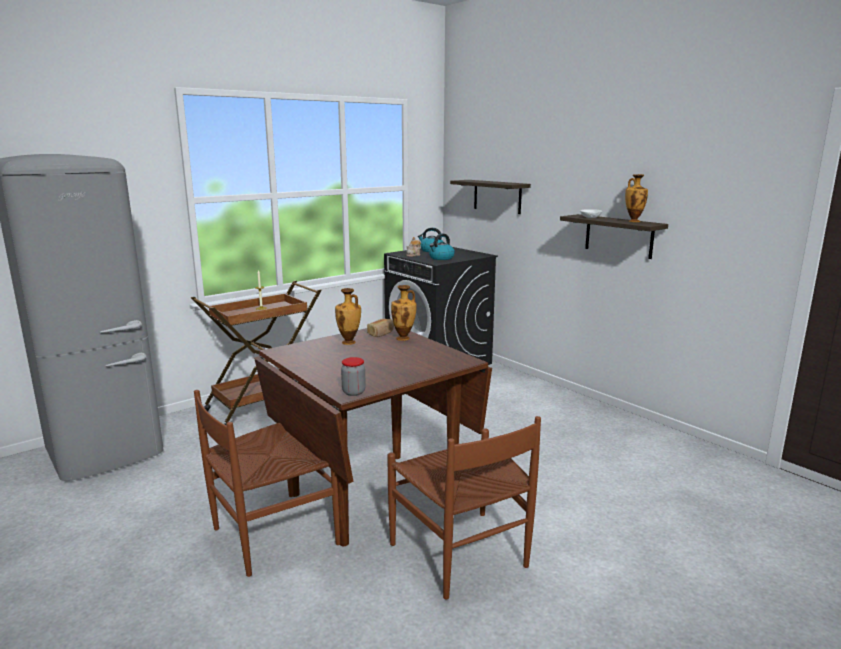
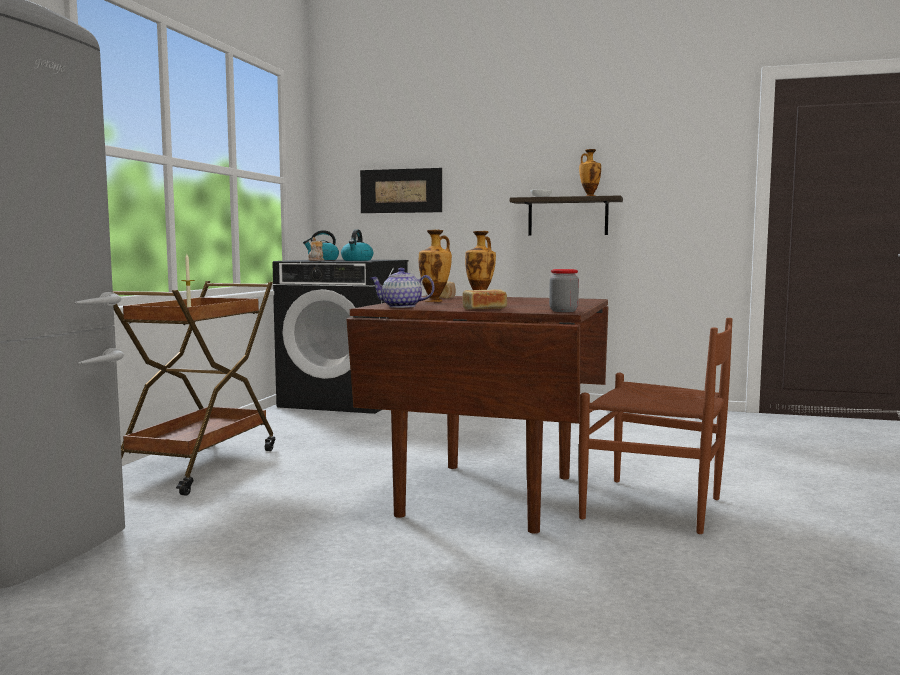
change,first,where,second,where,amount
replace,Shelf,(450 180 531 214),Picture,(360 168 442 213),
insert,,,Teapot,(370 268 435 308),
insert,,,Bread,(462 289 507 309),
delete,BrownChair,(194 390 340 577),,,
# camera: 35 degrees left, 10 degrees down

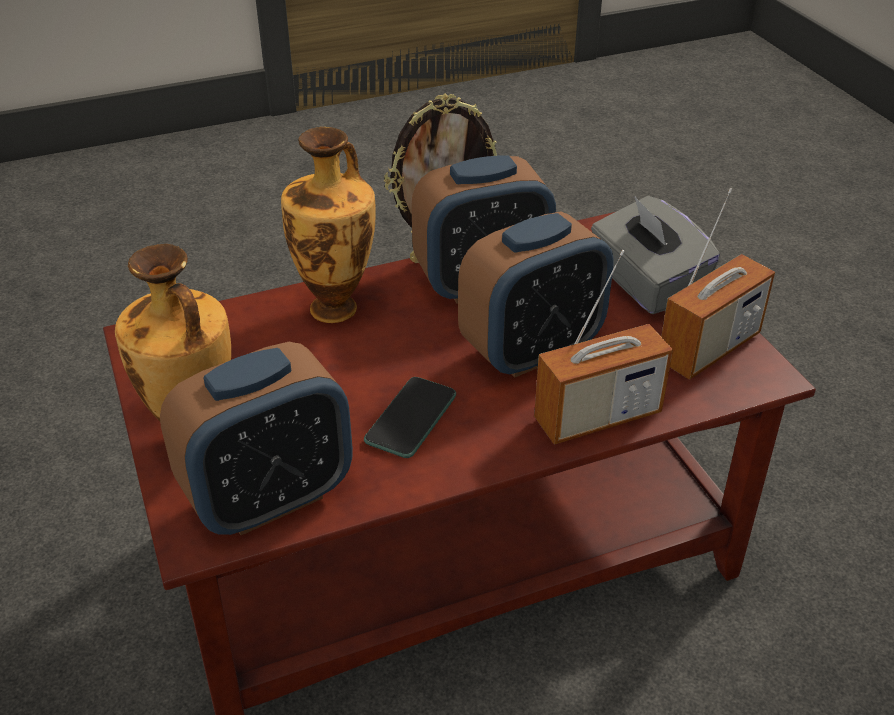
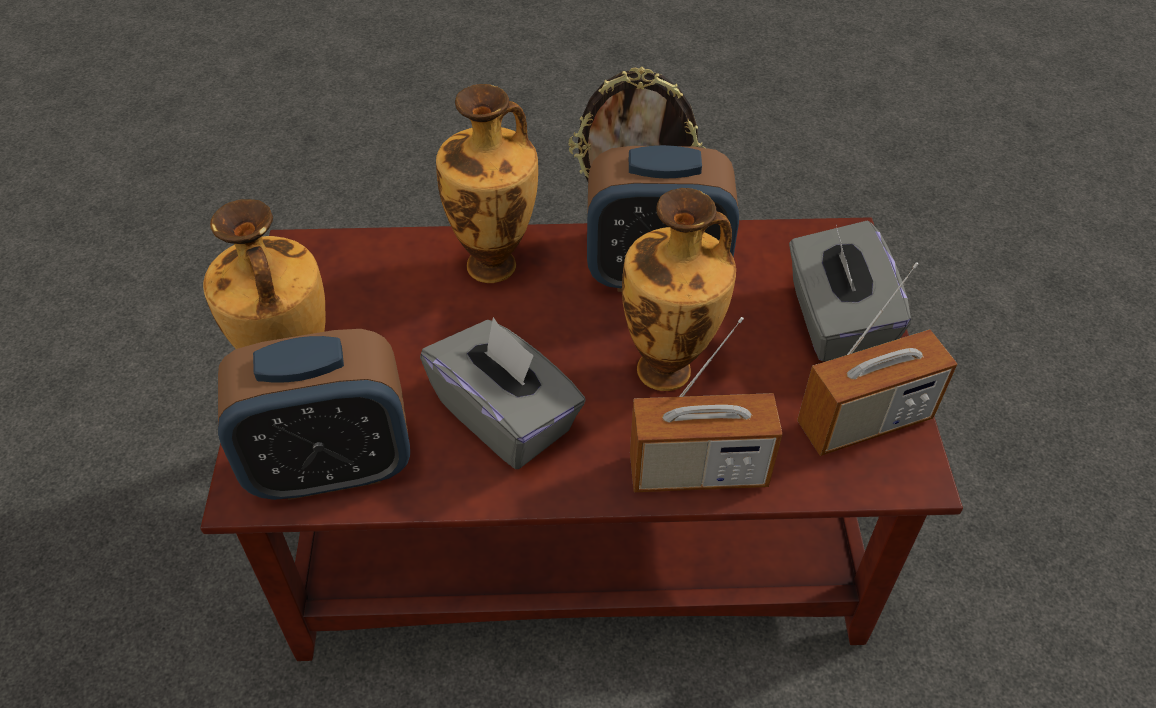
change,first,where,second,where,amount
replace,Phone,(364 377 456 458),GreyTissueBox,(420 317 586 469),
replace,AlarmClock,(458 211 614 377),Vase,(622 188 736 391),
# camera: 20 degrees right, 10 degrees up

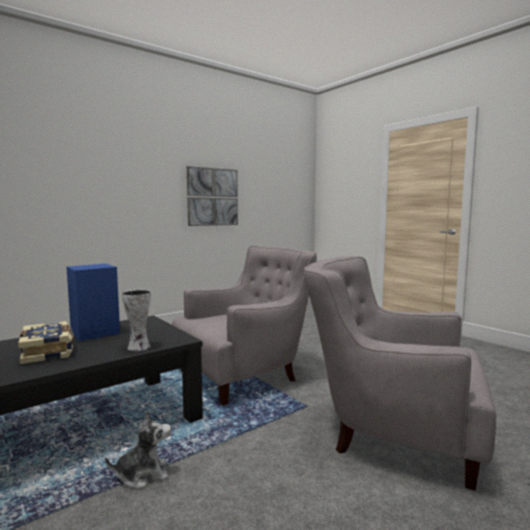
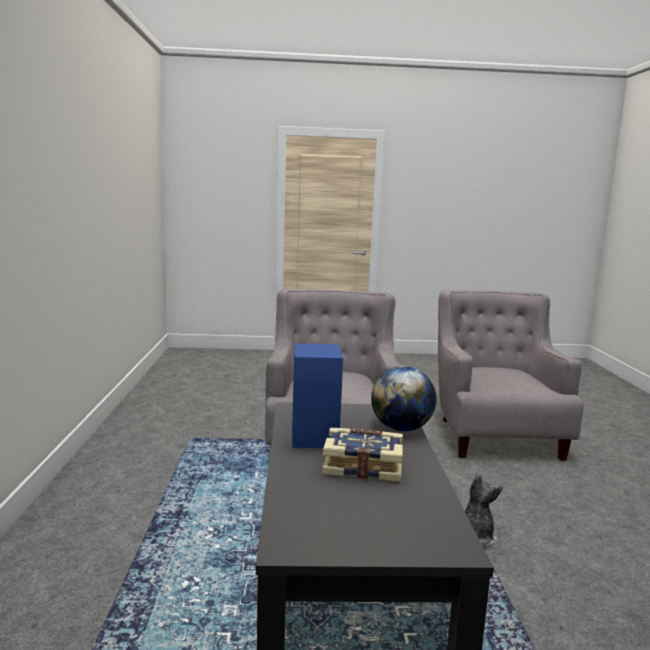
change,first,where,second,where,amount
replace,Vase,(122 290 151 351),Globe,(371 366 436 432),
rotate,GreyArmchair,(304 256 496 490),,(438 290 584 461),120 degrees clockwise
delete,Picture,(187 166 238 226),,,
# camera: 55 degrees left, 5 degrees up

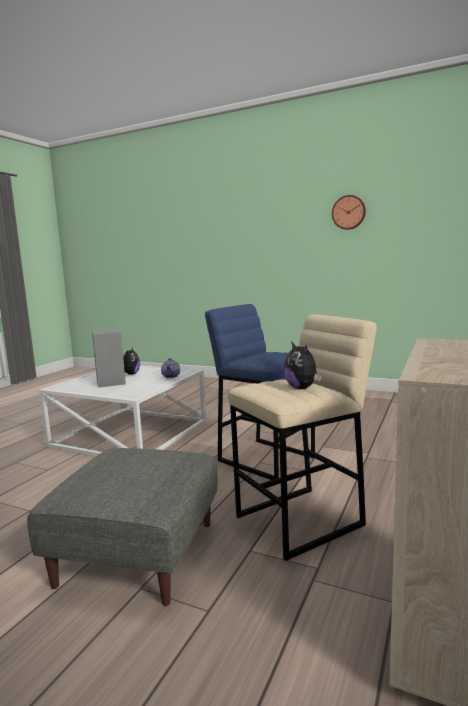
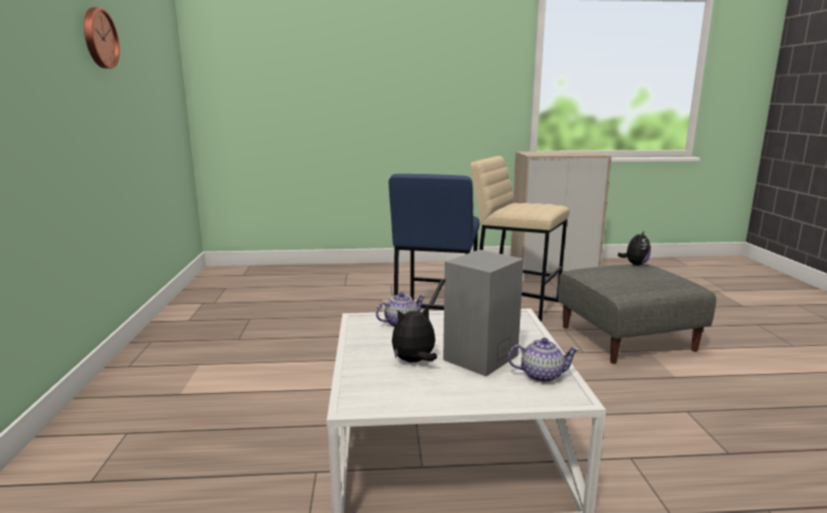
change,first,where,second,where,amount
insert,,,Teapot,(508 338 579 382),
move,PlushToy,(284 341 322 389),,(618 230 651 265),
# camera: 120 degrees left, 5 degrees up

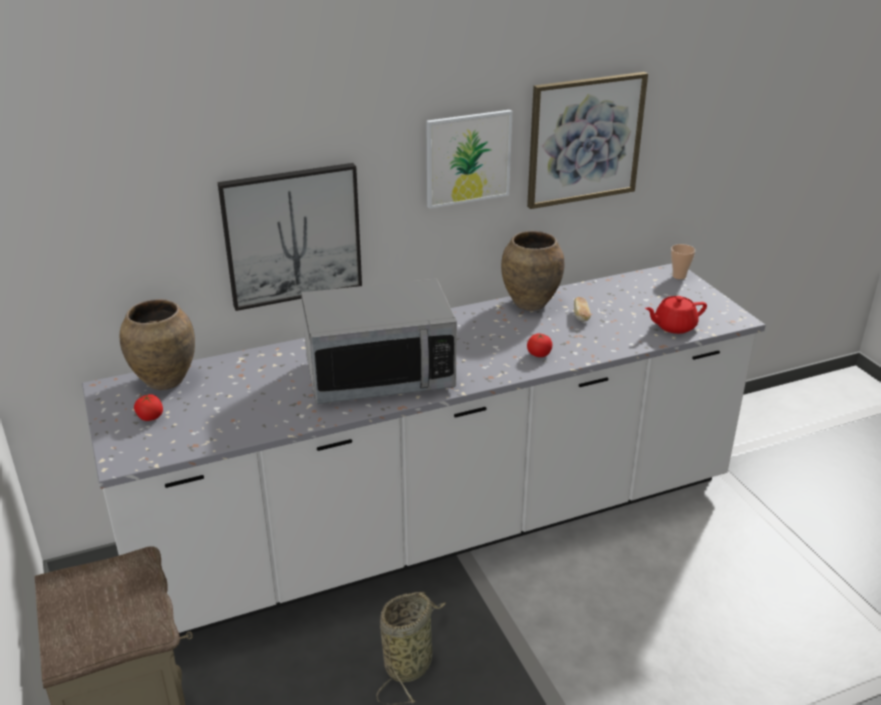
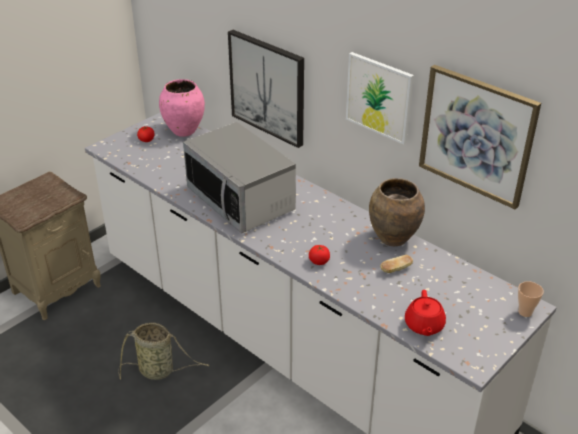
change,first,where,second,where,amount
recolor,BrownVase,(120 299 195 390),PinkVase,(159 79 205 137),
rotate,RedTeapot,(645 296 707 334),,(405 290 446 336),135 degrees counterclockwise
# camera: 65 degrees right, 5 degrees up

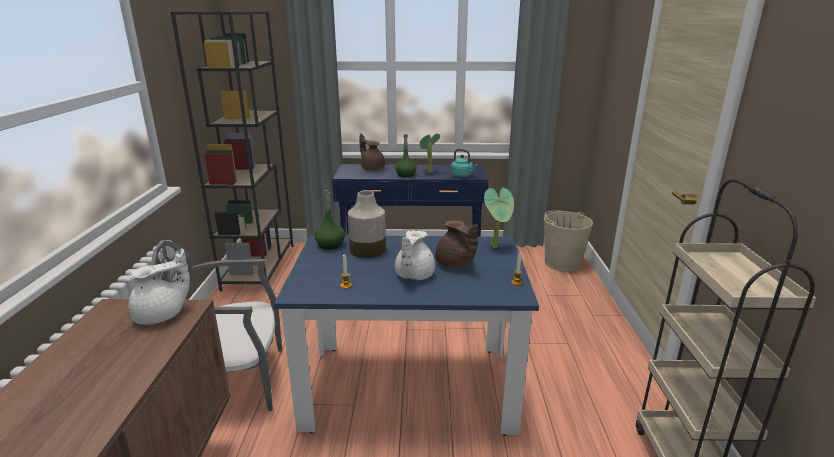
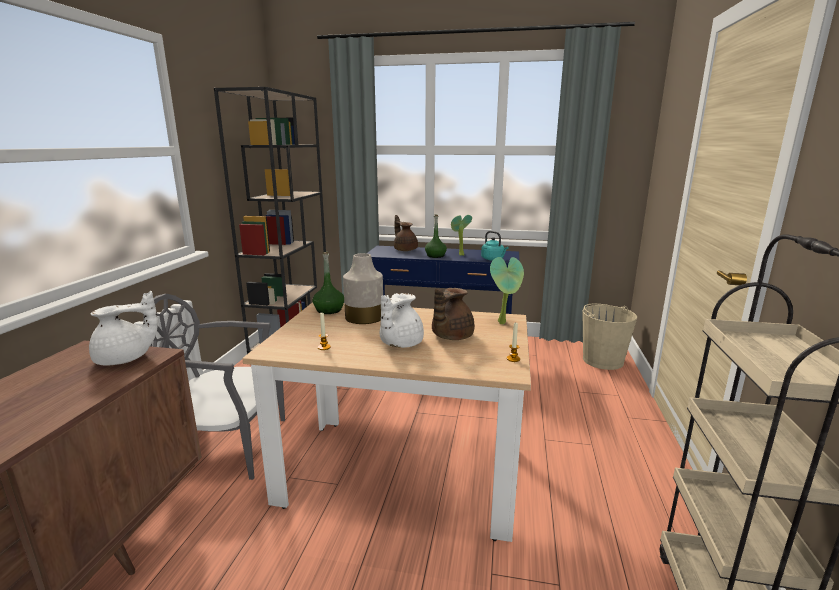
change,first,where,second,where,amount
recolor,BlueDiningTable,(274 235 539 436),BeigeDiningTable,(242 302 531 542),
rotate,BrownTeapot,(435 221 478 268),,(432 288 474 340),60 degrees clockwise
# camera: 10 degrees right, 5 degrees down

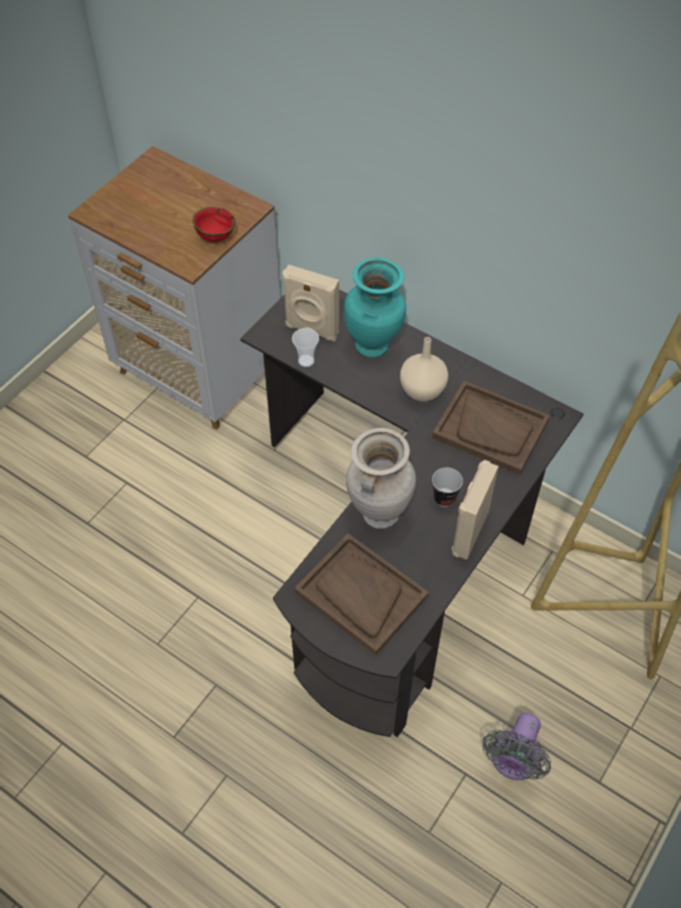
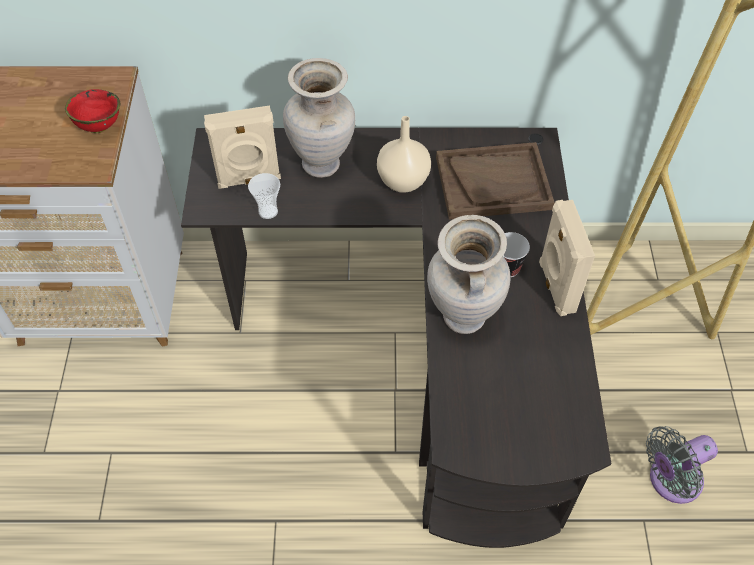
change,first,where,second,where,amount
recolor,TurquoiseVase,(344 258 406 358),BeigeVase,(283 58 355 178),
rotate,GreyFan,(482 713 551 780),,(646 426 718 504),75 degrees clockwise
delete,BrownTray,(294 534 429 655),,,
# camera: 35 degrees left, 0 degrees up

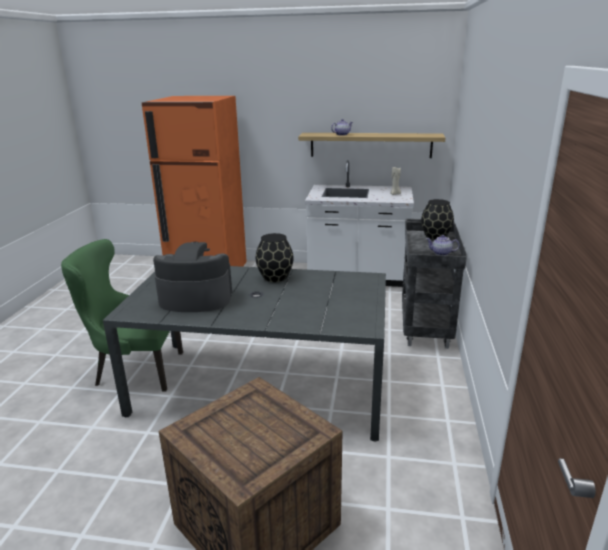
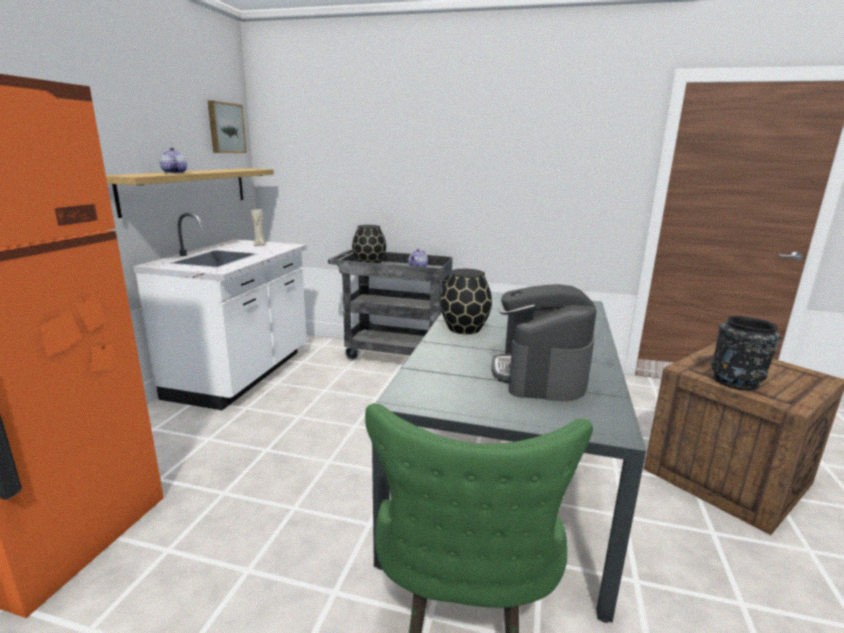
change,first,where,second,where,amount
insert,,,Picture,(208 101 247 153),
insert,,,BlackVase,(711 316 781 390),
# camera: 85 degrees left, 5 degrees down

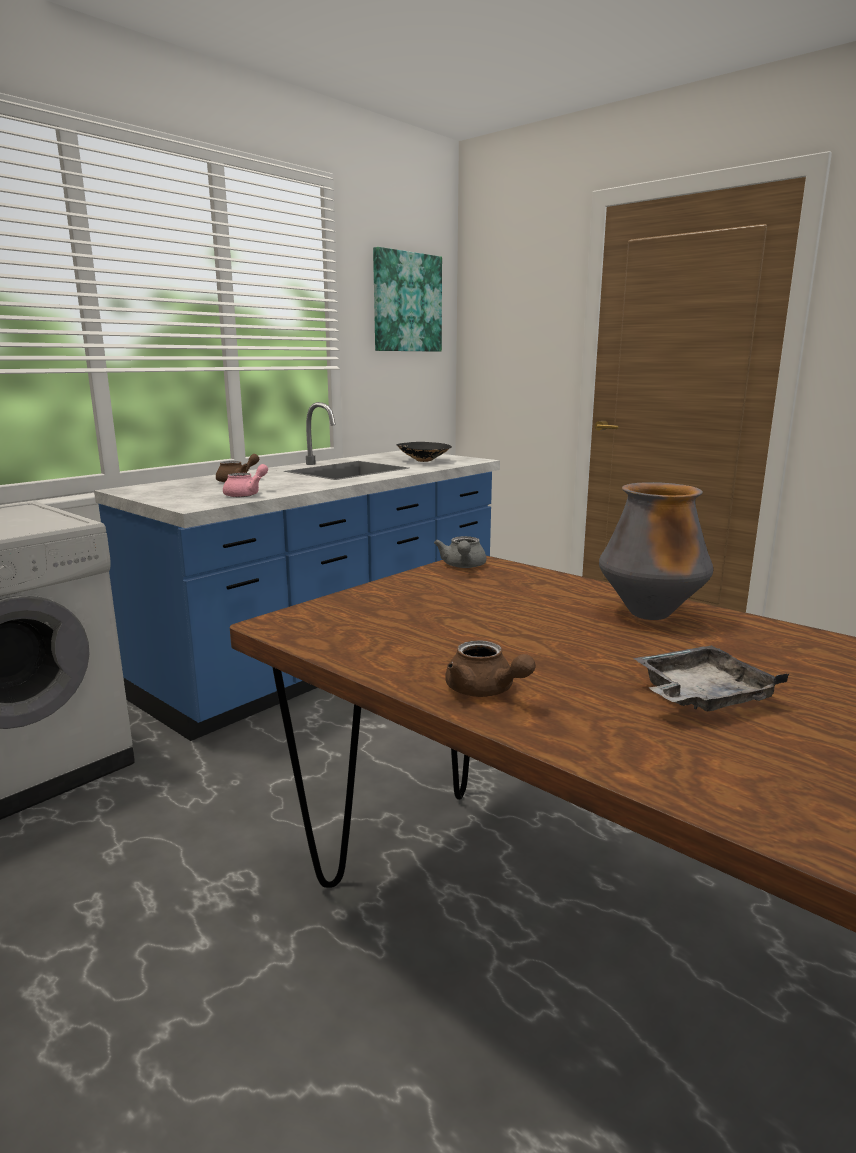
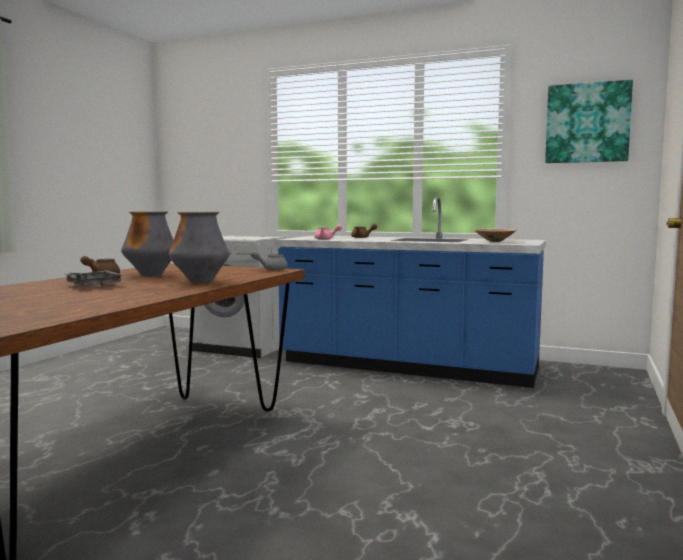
change,first,where,second,where,amount
insert,,,Vase,(121 211 174 277),
recolor,BlackBowl,(396 442 452 462),BeigeBowl,(474 228 517 242),
# camera: 70 degrees right, 10 degrees down

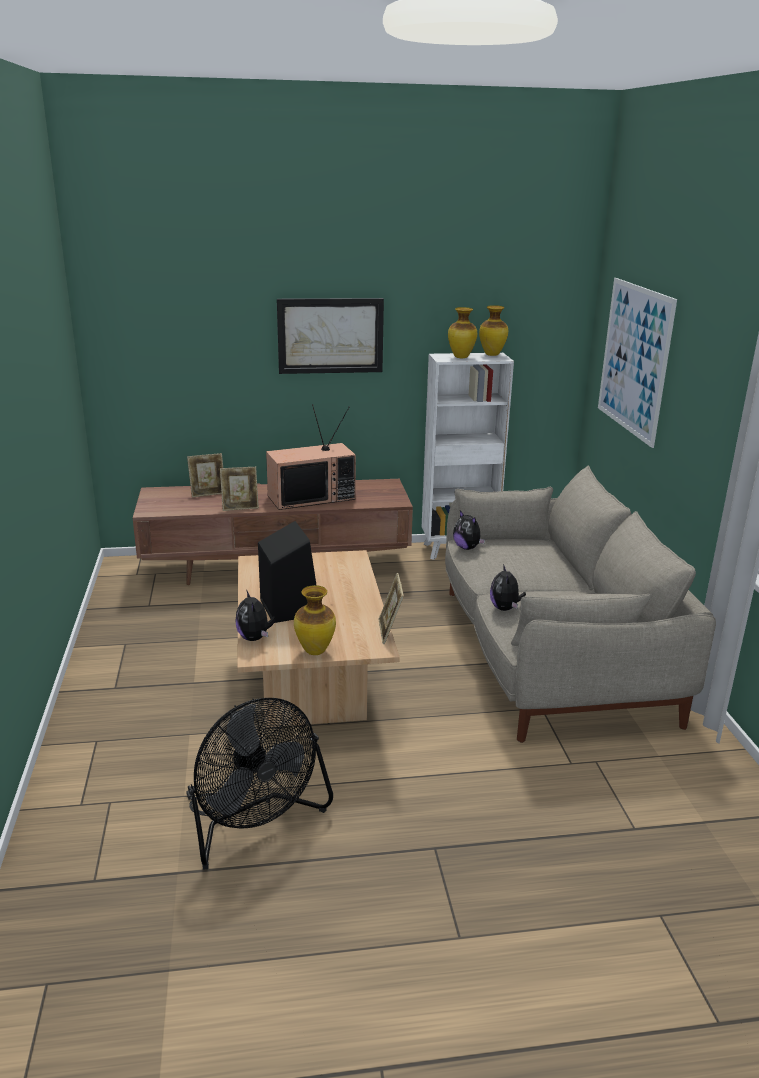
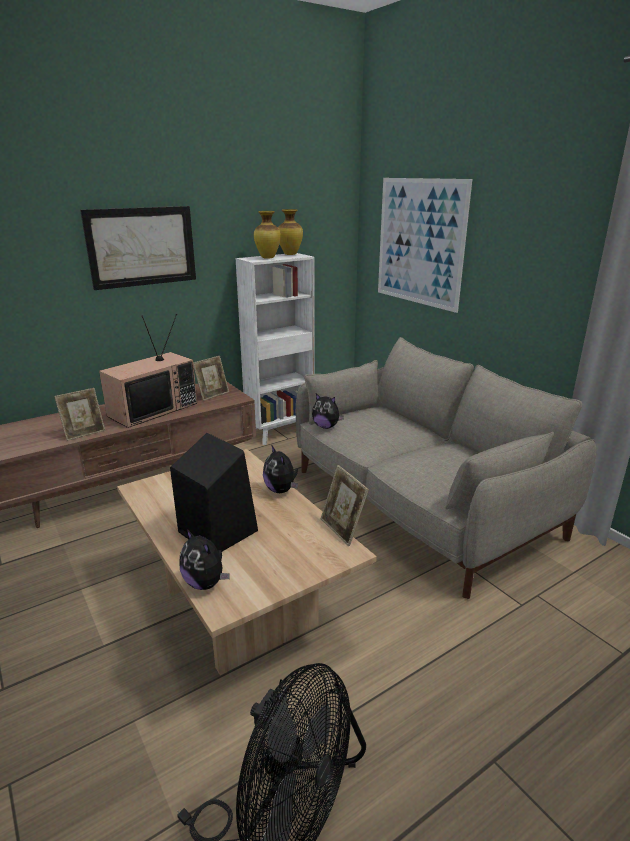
change,first,where,second,where,amount
move,PictureFrame,(187 453 223 497),,(193 356 229 401),
move,PlushToy,(490 564 526 611),,(263 444 298 493),
delete,Vase,(294 585 336 655),,,
# camera: 25 degrees left, 0 degrees up

